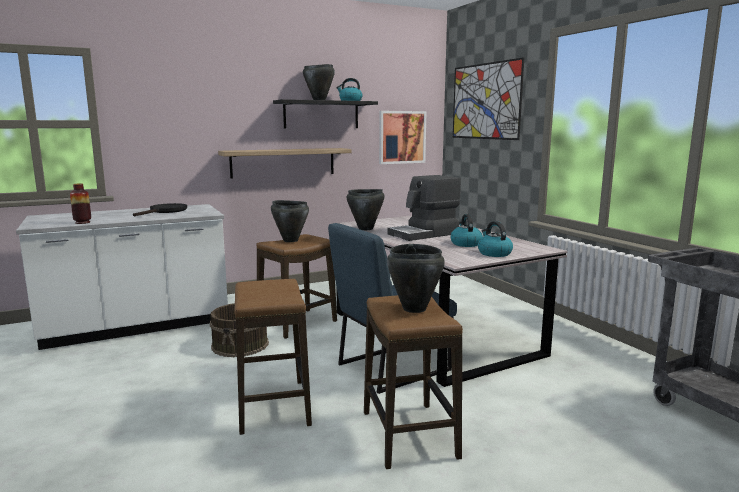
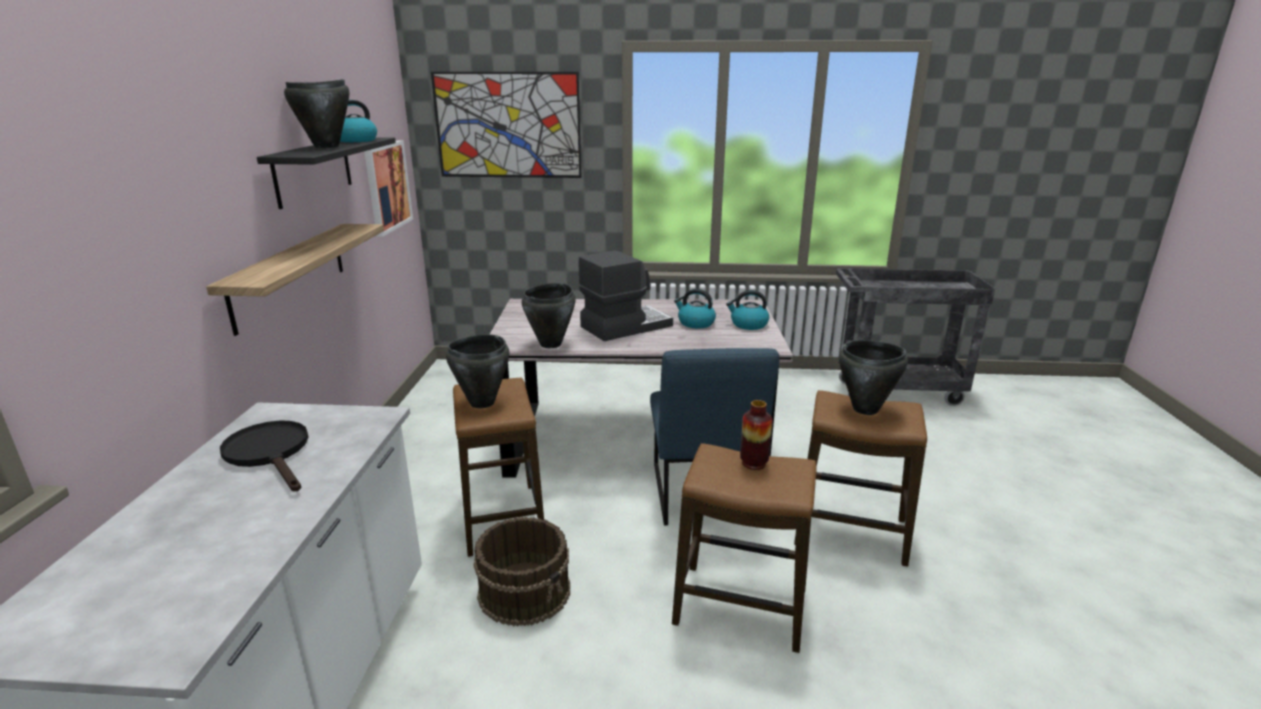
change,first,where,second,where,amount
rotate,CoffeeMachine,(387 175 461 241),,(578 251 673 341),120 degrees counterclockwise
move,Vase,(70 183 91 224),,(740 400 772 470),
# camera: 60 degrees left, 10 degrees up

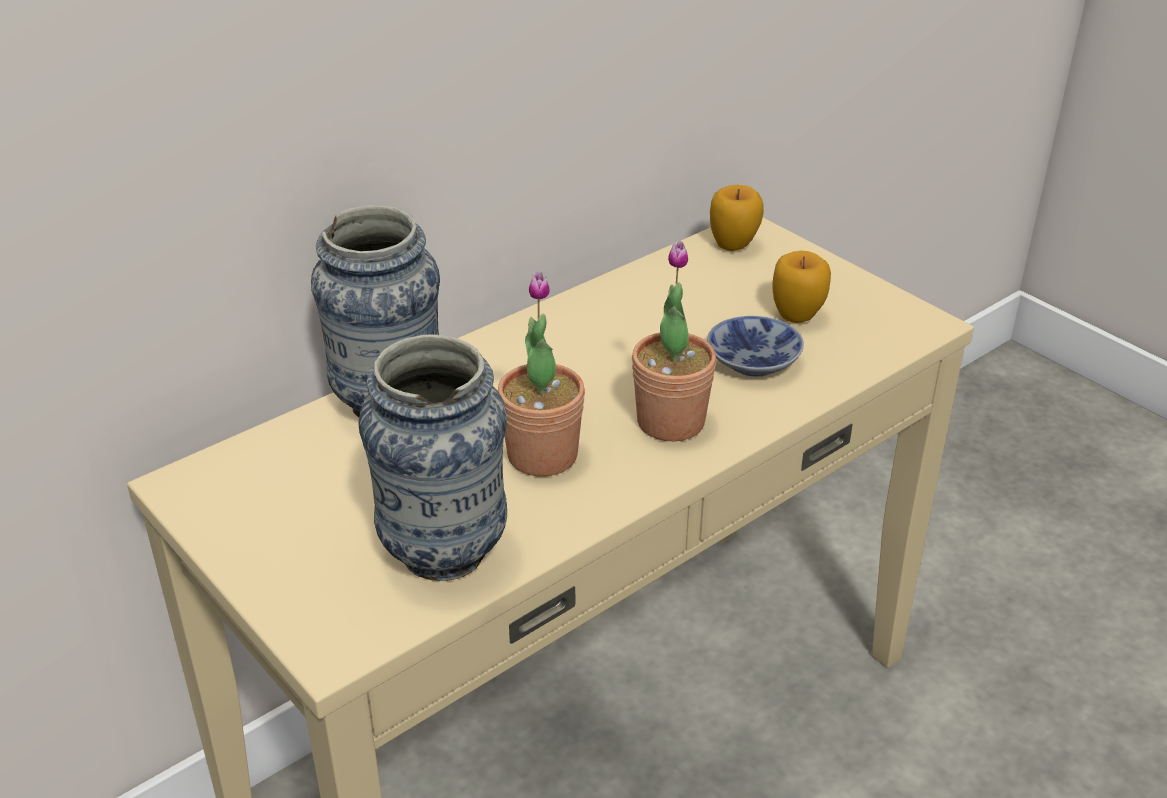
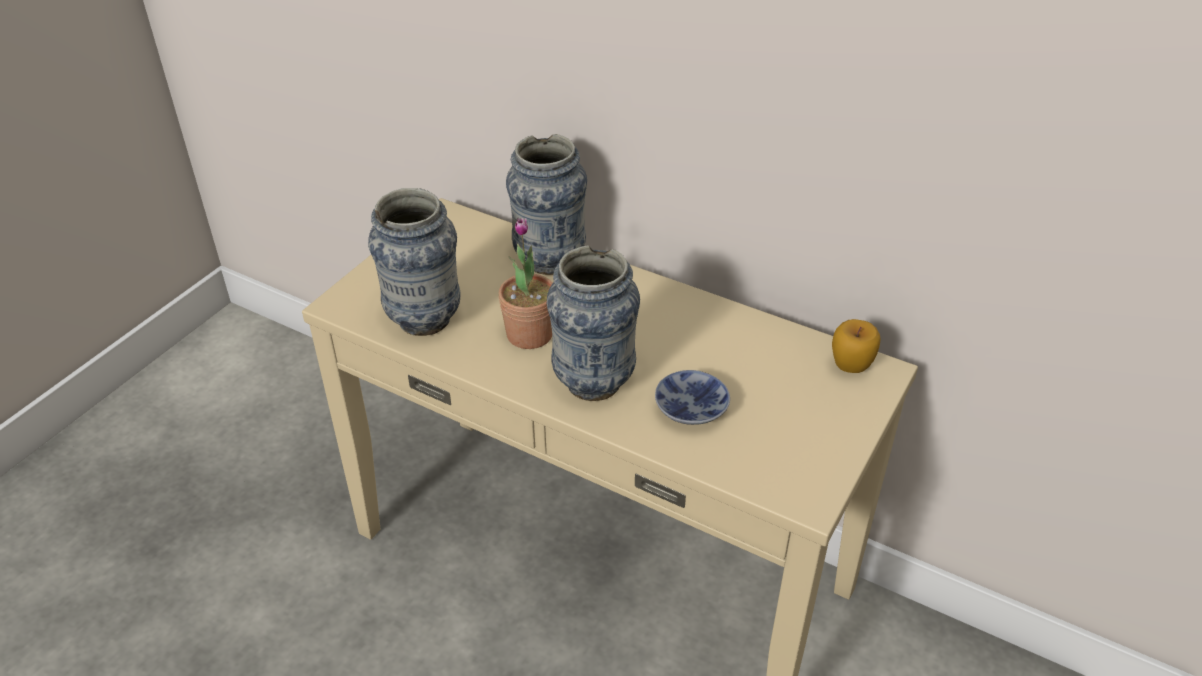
change,first,where,second,where,amount
replace,PottedPlant,(632 241 716 441),Vase,(547 245 640 401),
delete,Apple,(773 251 831 323),,,
# camera: 70 degrees right, 5 degrees up

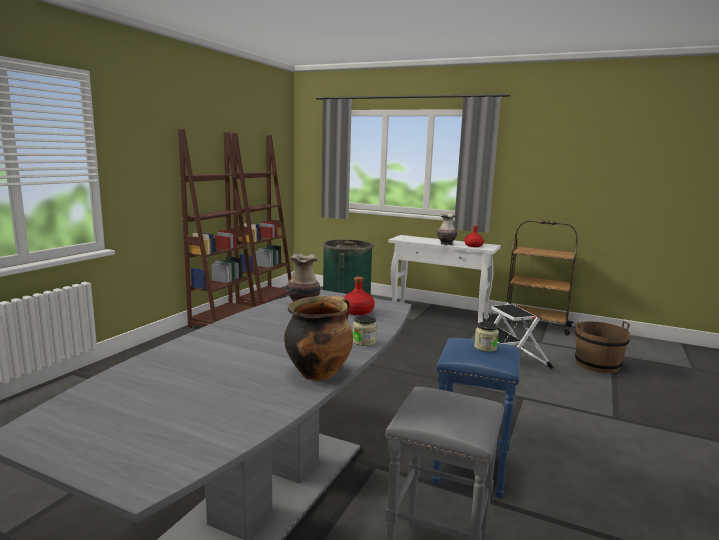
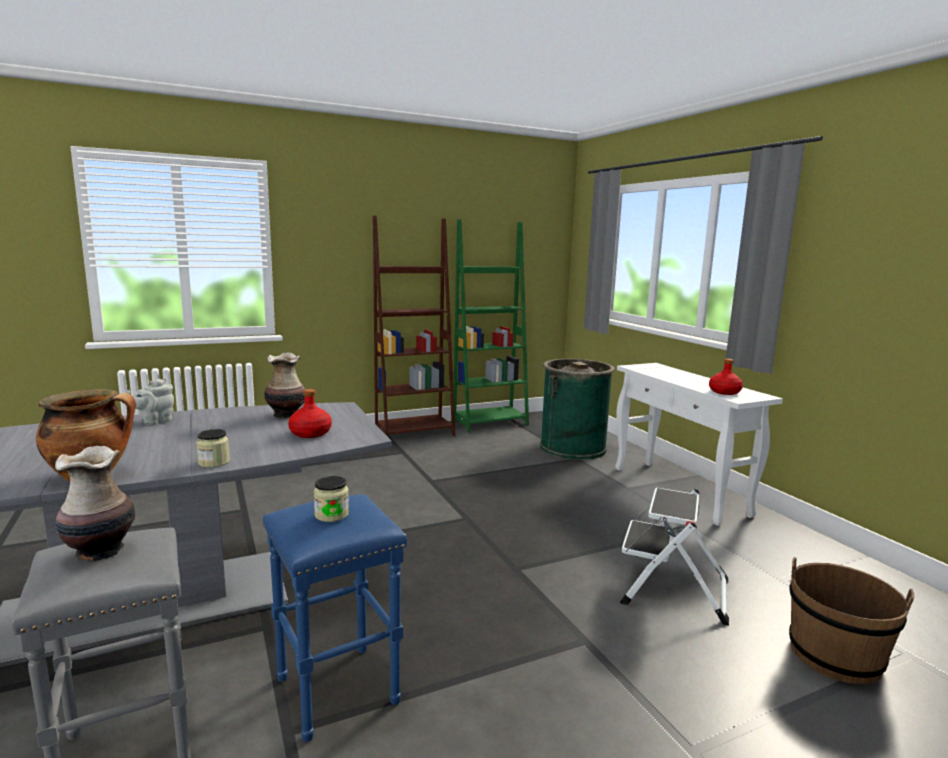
change,first,where,second,where,amount
move,Vase,(437 213 457 245),,(55 446 135 562),
insert,,,GreyTeapot,(125 378 174 425),
recolor,BrownBookcase,(231 133 292 306),GreenBookcase,(453 219 529 433),
delete,BrownCart,(505 220 578 336),,,
# camera: 40 degrees right, 0 degrees up

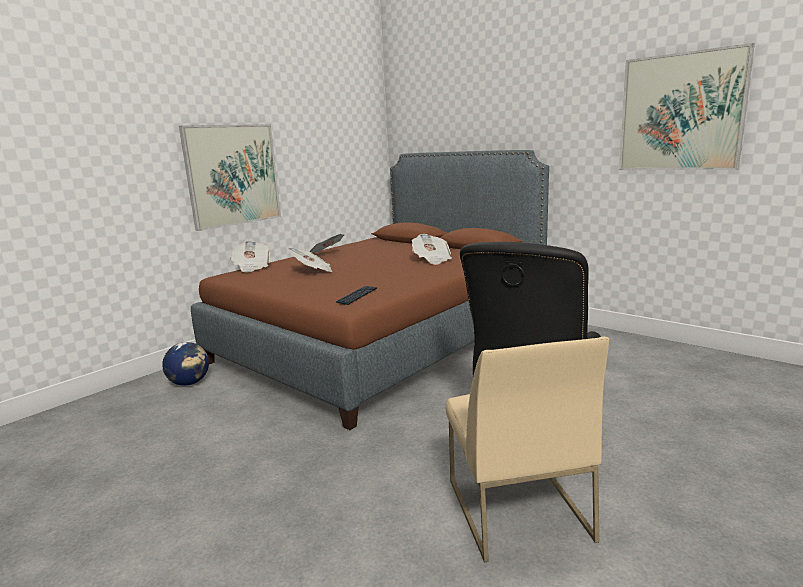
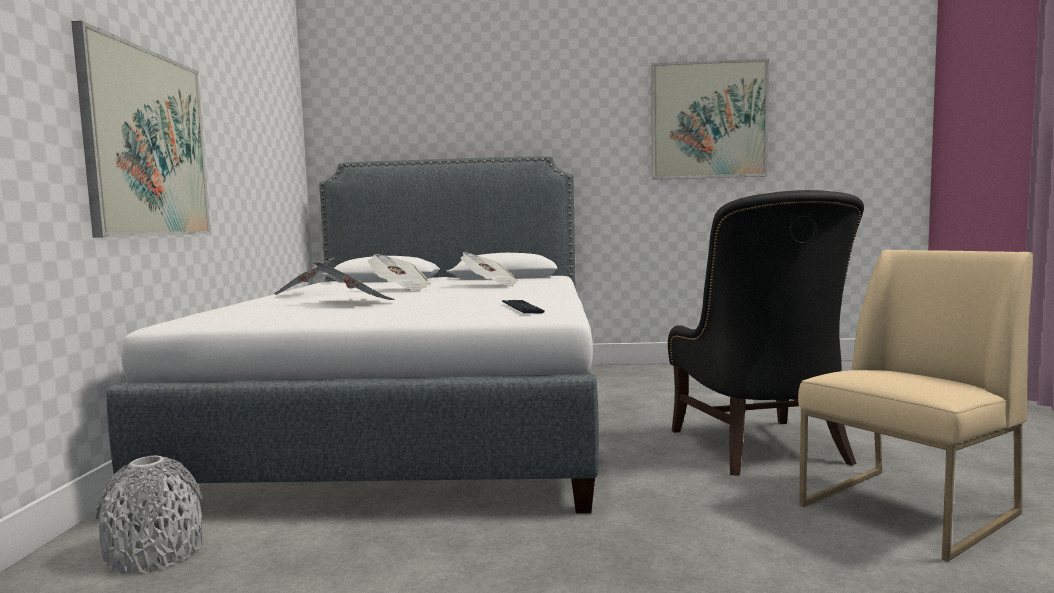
change,first,where,second,where,amount
replace,Globe,(162 342 209 386),GreyVase,(96 456 203 574),
recolor,BrownBed,(191 150 549 430),WhiteBed,(107 156 599 513),
move,Newspaper,(230 241 271 273),,(368 254 431 291),
rotate,BeigeChair,(446 337 609 562),,(798 250 1033 561),75 degrees counterclockwise
# camera: 40 degrees left, 10 degrees down

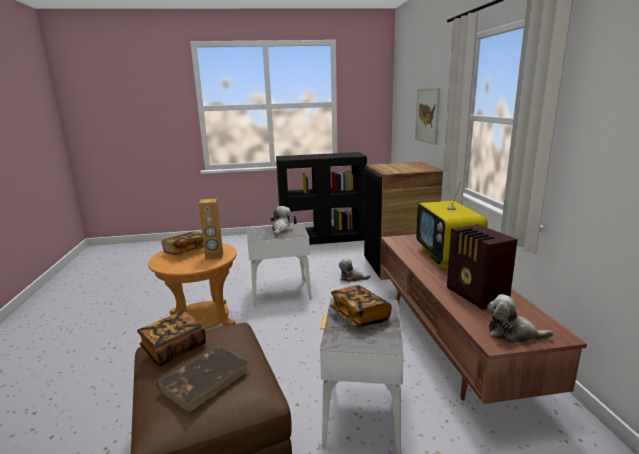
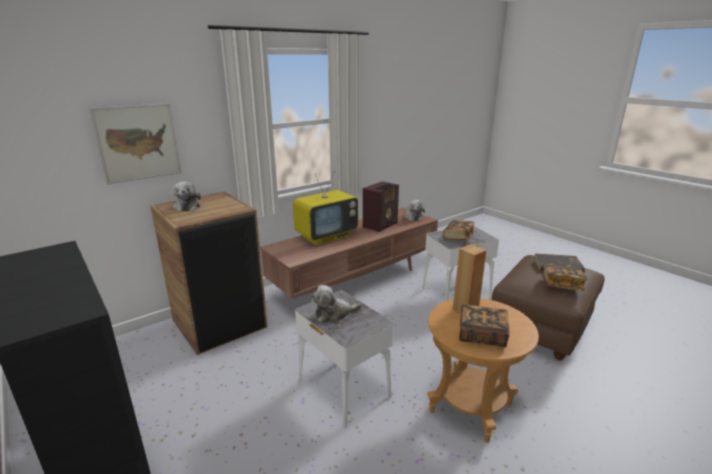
change,first,where,second,where,amount
move,PlushToy,(339 258 371 282),,(172 182 201 212),
# camera: 120 degrees left, 5 degrees up

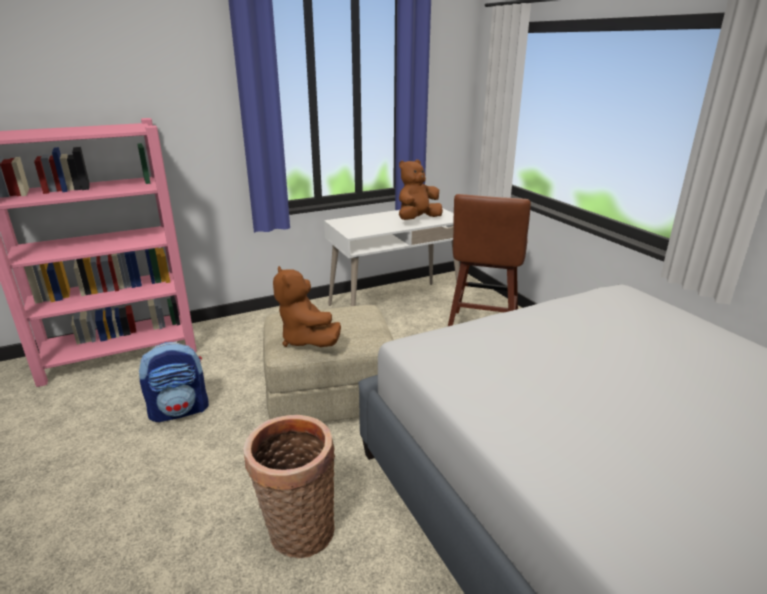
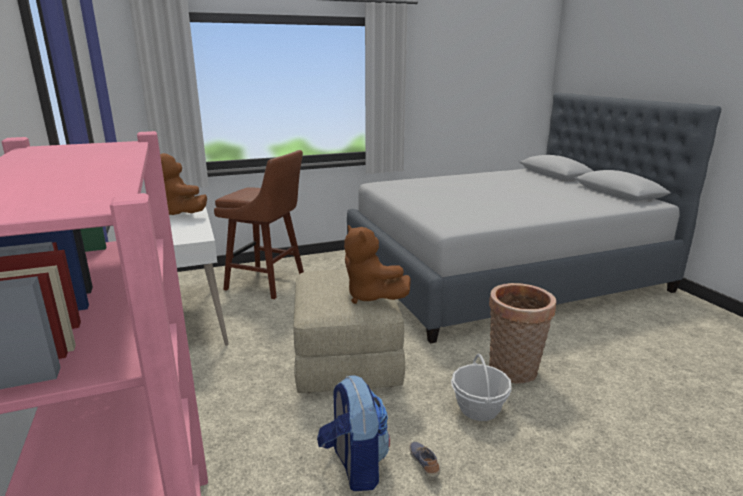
change,first,where,second,where,amount
rotate,BrownPlushToy,(273 266 341 347),,(344 225 411 304),75 degrees clockwise
insert,,,Shoe,(409 442 440 478),
insert,,,Basket,(451 354 512 421),
# camera: 85 degrees left, 5 degrees down

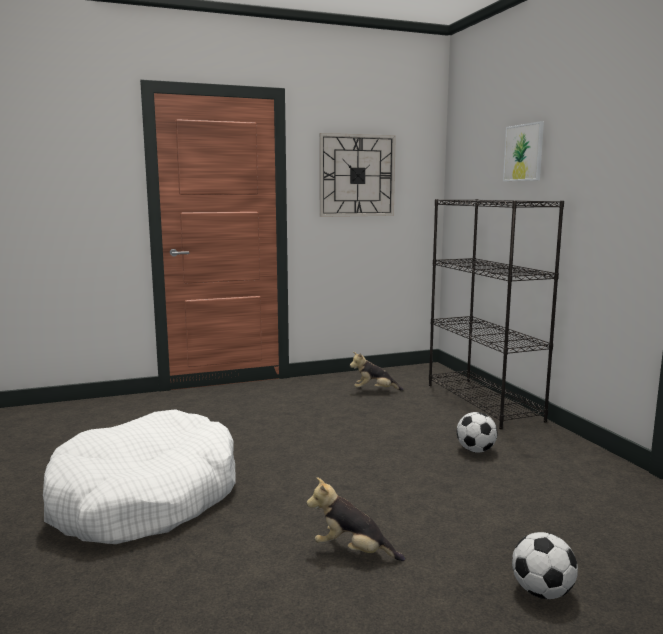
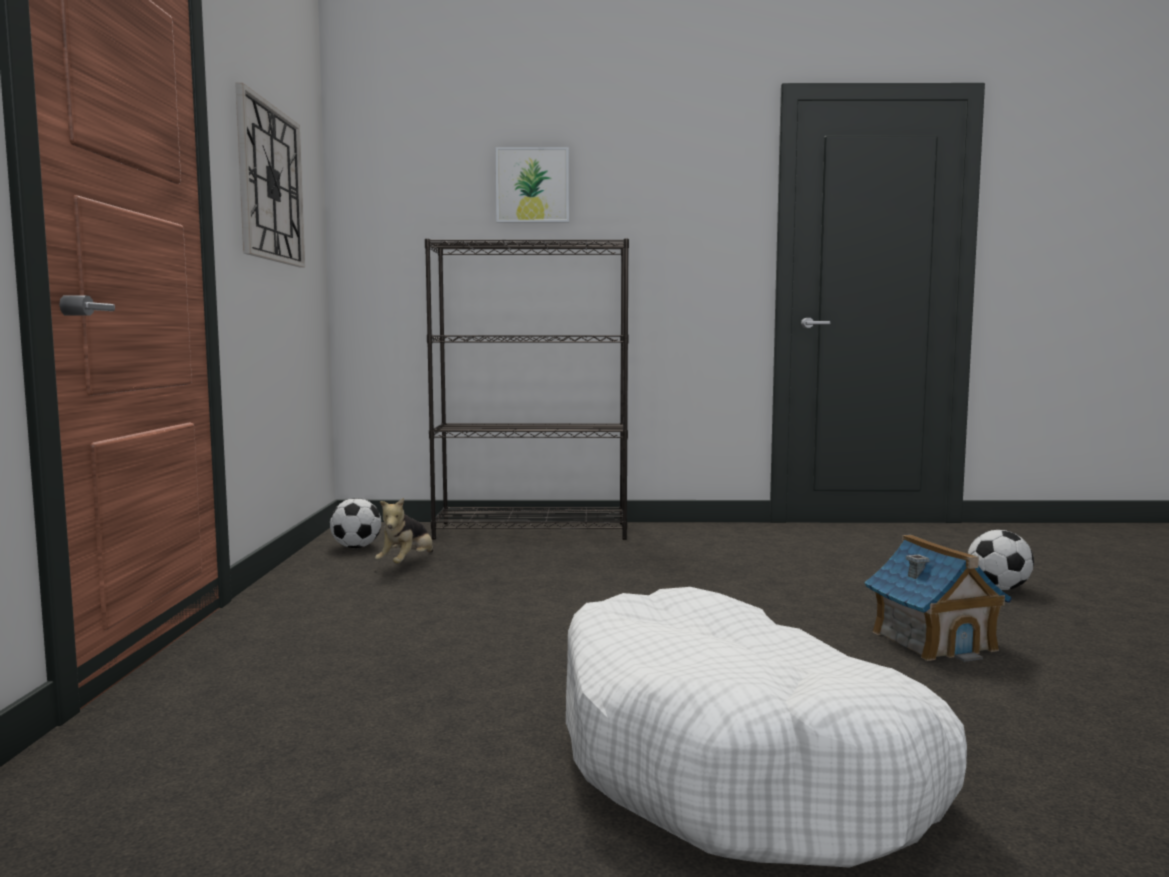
change,first,where,second,where,amount
move,Football,(456 412 497 453),,(330 498 381 548),
replace,PlushToy,(306 477 405 561),ToyHouse,(864 534 1012 662),
# camera: 70 degrees left, 5 degrees down

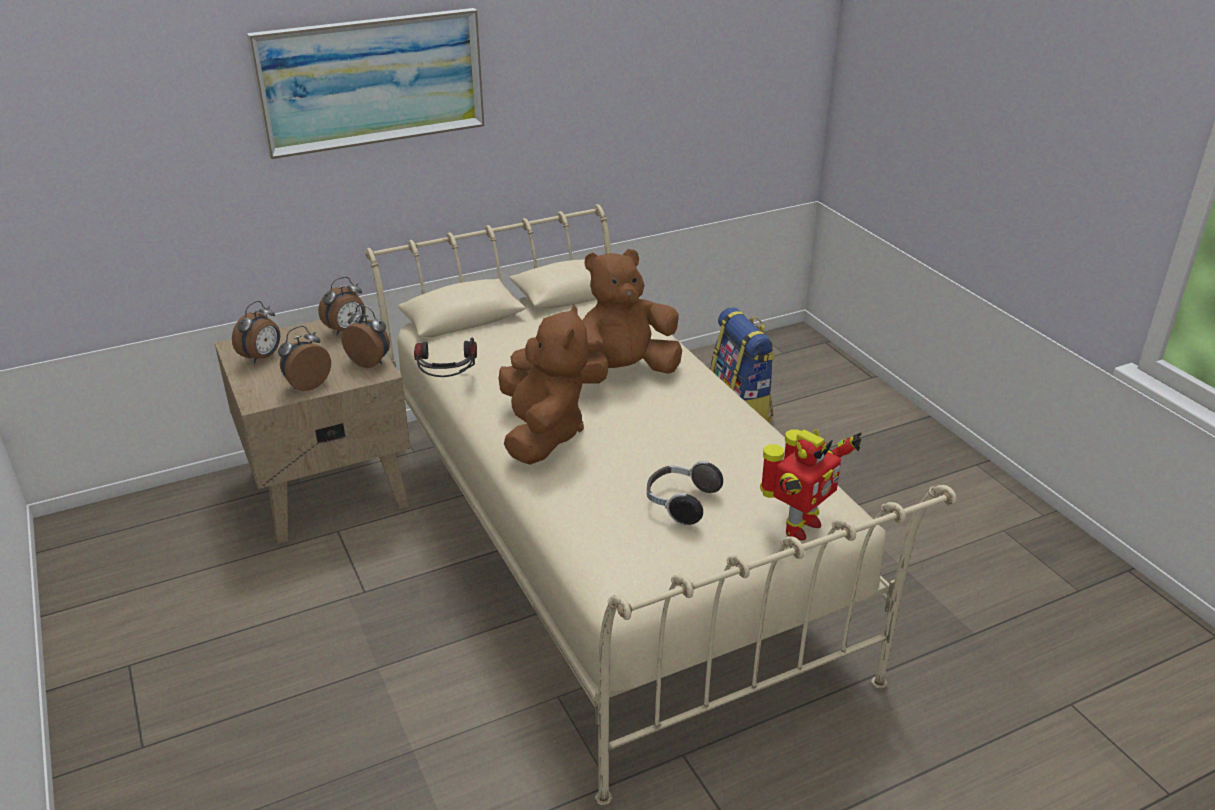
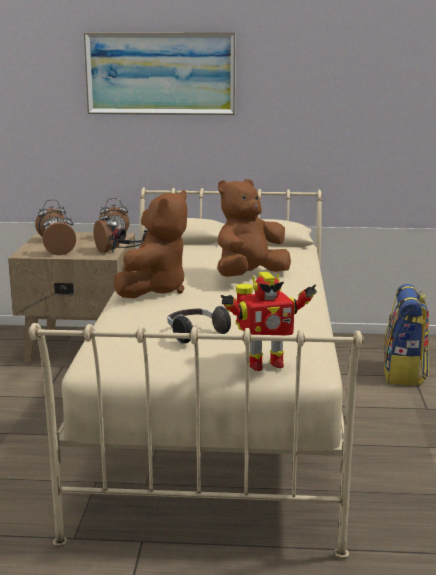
change,first,where,second,where,amount
rotate,BrownPlushToy,(581 249 682 384),,(217 179 291 277),45 degrees counterclockwise
# camera: 30 degrees right, 15 degrees down

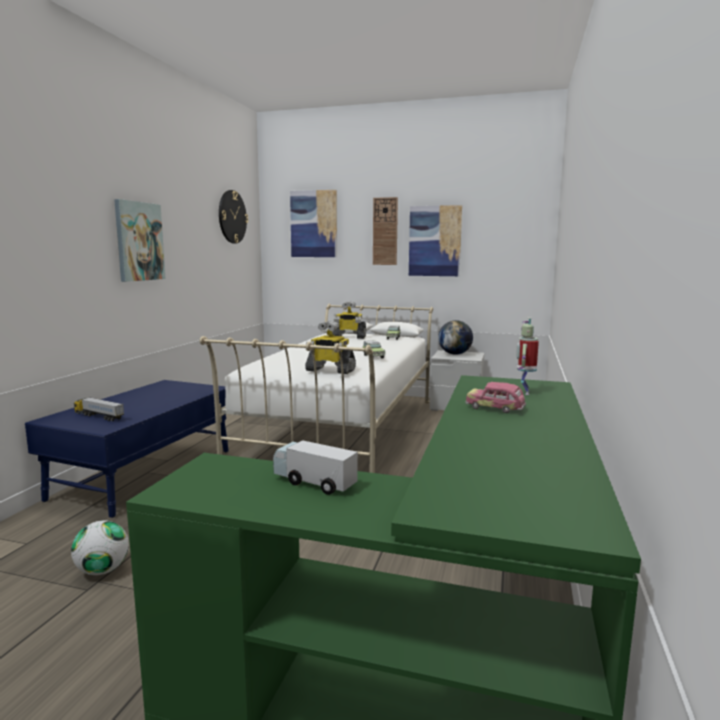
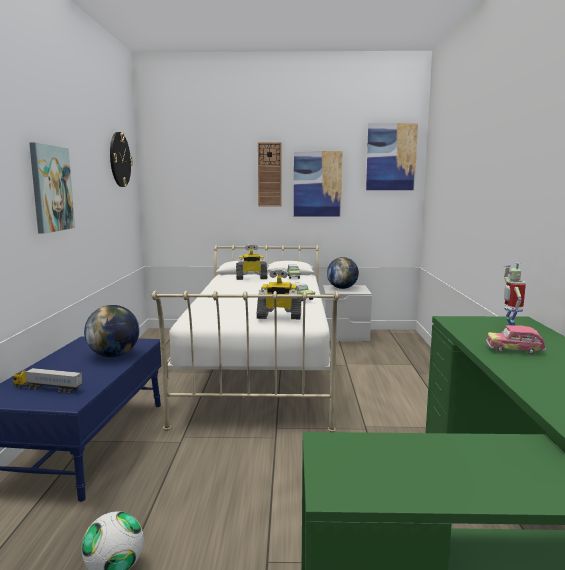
change,first,where,second,where,amount
insert,,,Globe,(84 305 140 357),
move,Picture,(290 190 337 257),,(366 123 418 190),
delete,ToyTruck,(273 440 358 495),,,
# camera: 15 degrees left, 0 degrees up

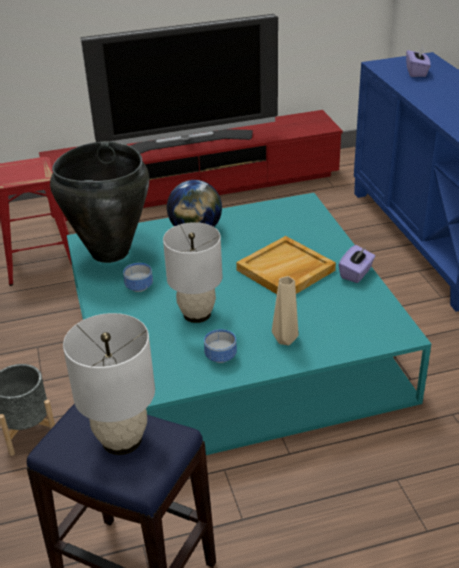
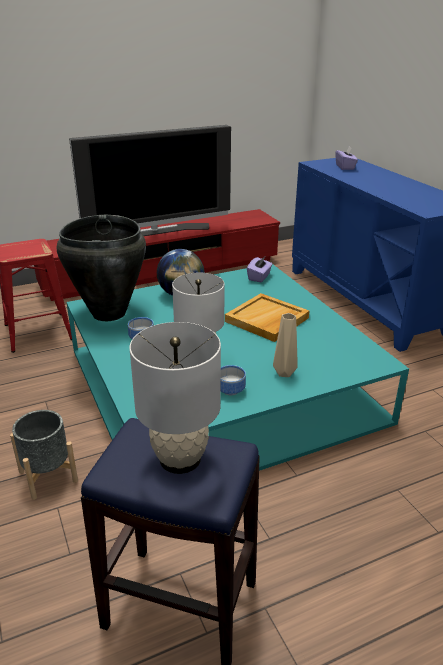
change,first,where,second,where,amount
move,PurpleTissueBox,(338 245 375 283),,(247 256 272 282),
# camera: 10 degrees left, 5 degrees down

